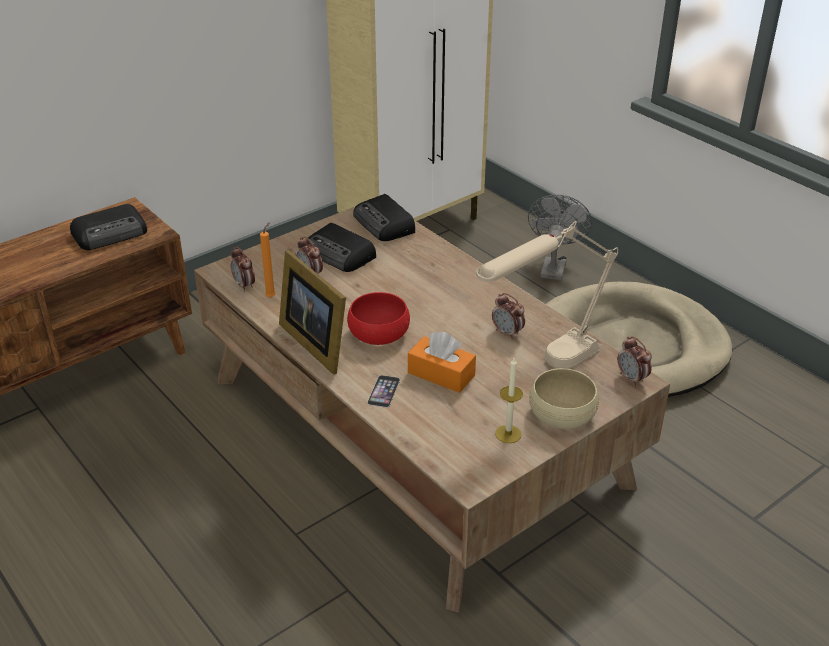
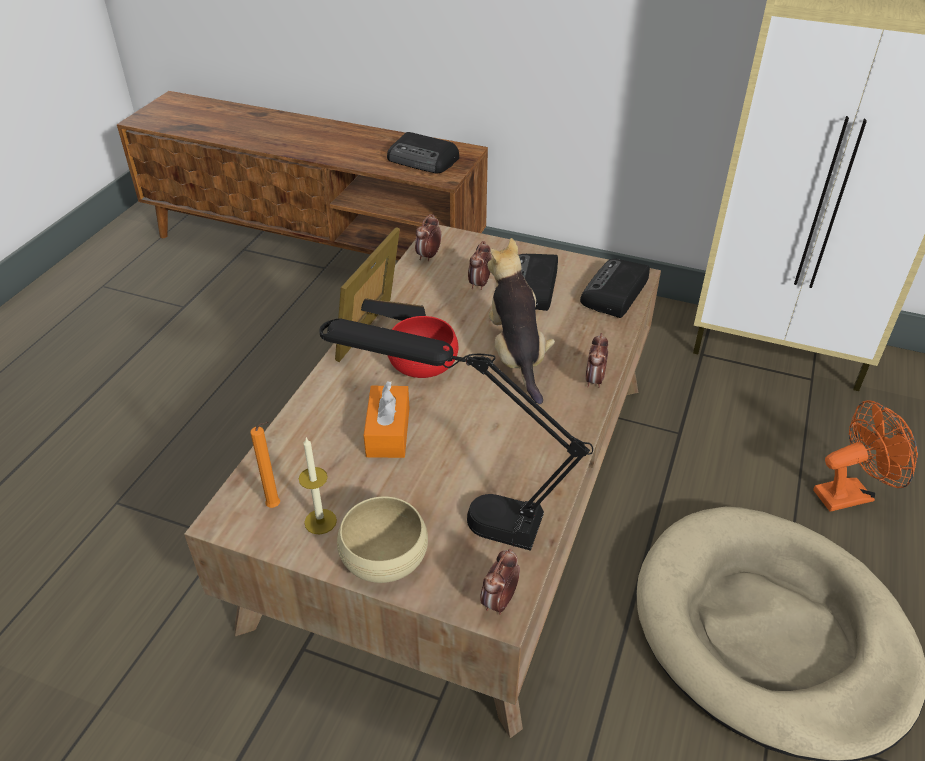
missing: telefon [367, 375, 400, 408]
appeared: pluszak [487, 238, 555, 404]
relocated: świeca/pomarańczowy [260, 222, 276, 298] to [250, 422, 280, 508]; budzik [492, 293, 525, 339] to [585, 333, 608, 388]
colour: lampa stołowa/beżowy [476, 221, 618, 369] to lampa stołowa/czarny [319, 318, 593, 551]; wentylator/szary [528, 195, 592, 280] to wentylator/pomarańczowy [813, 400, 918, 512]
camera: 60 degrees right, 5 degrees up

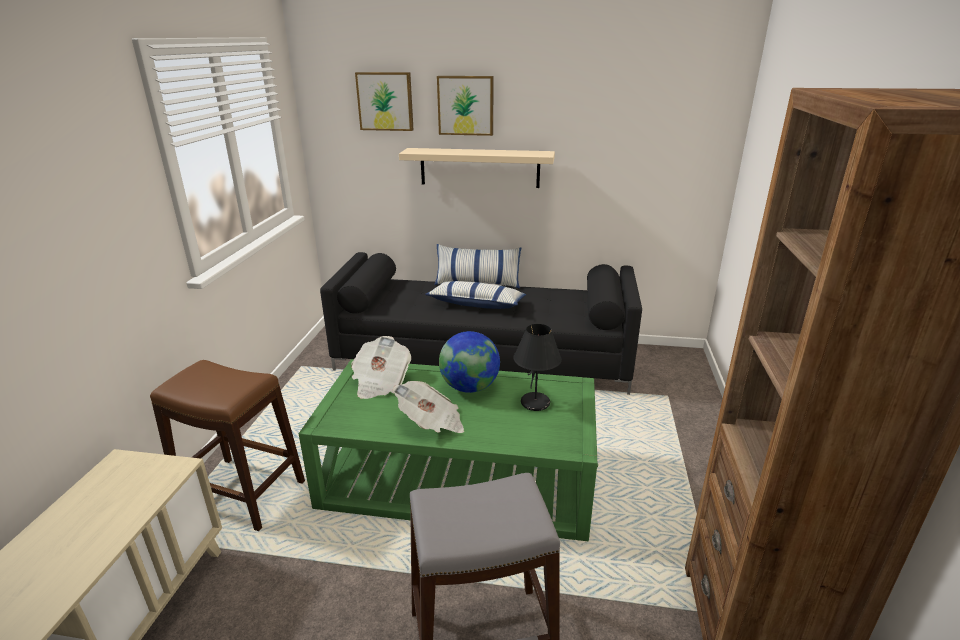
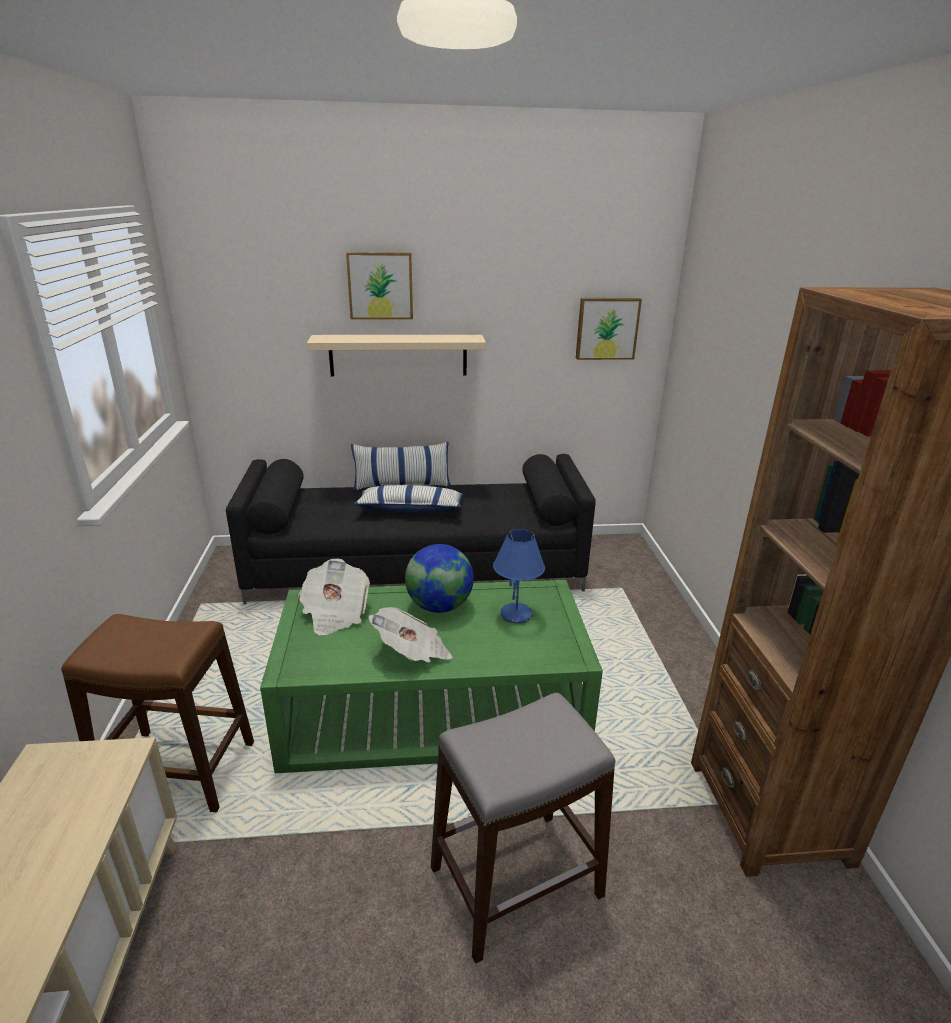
relocated: obraz [355, 72, 414, 131] to [576, 298, 642, 360]
colour: lampa stołowa/czarny [513, 324, 562, 411] to lampa stołowa/niebieski [493, 529, 545, 624]
camera: 15 degrees left, 0 degrees up

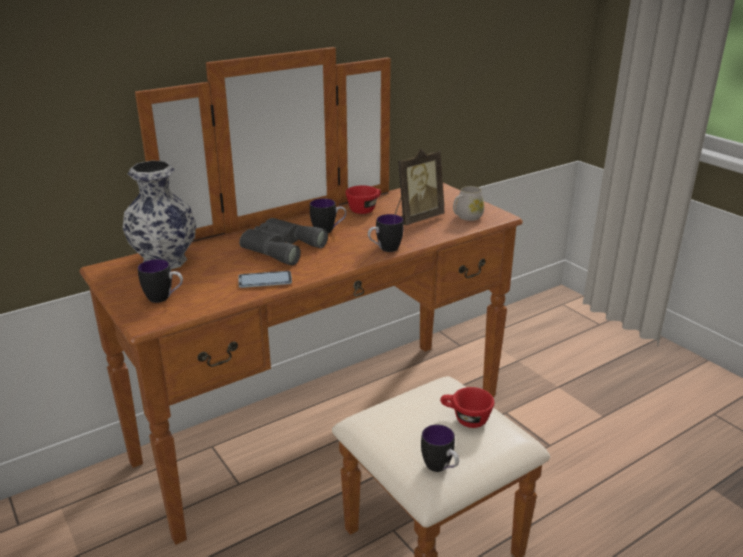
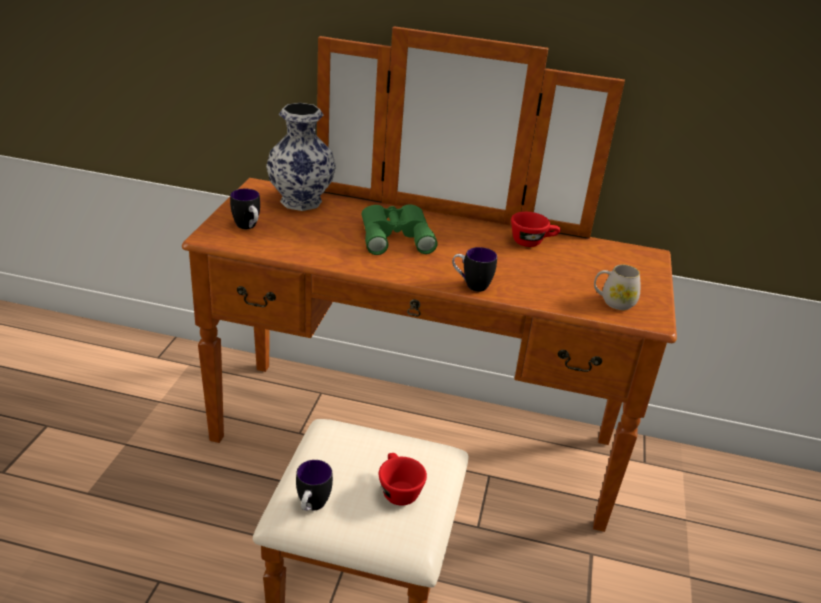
missing: telefon [239, 271, 292, 288]; kubek [310, 198, 346, 233]; ramka na zdjęcie [395, 148, 444, 225]
colour: lornetka/szary [239, 218, 328, 266] to lornetka/zielony [362, 204, 438, 255]
camera: 45 degrees right, 5 degrees up

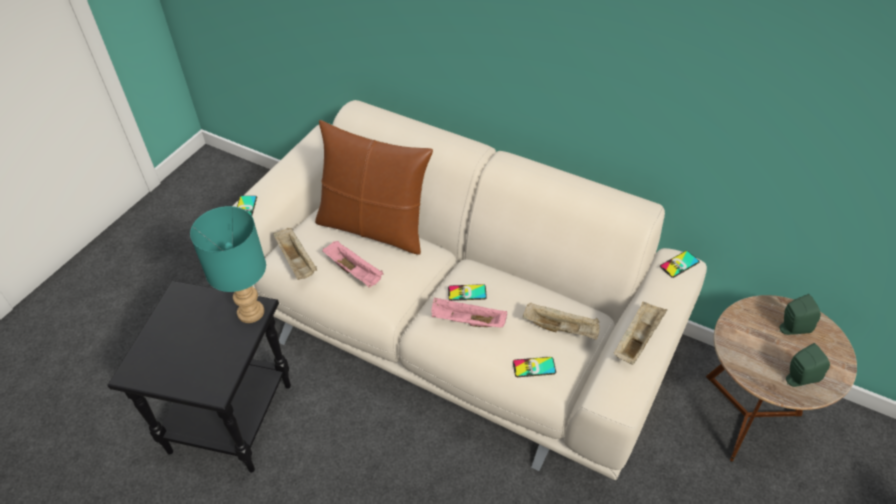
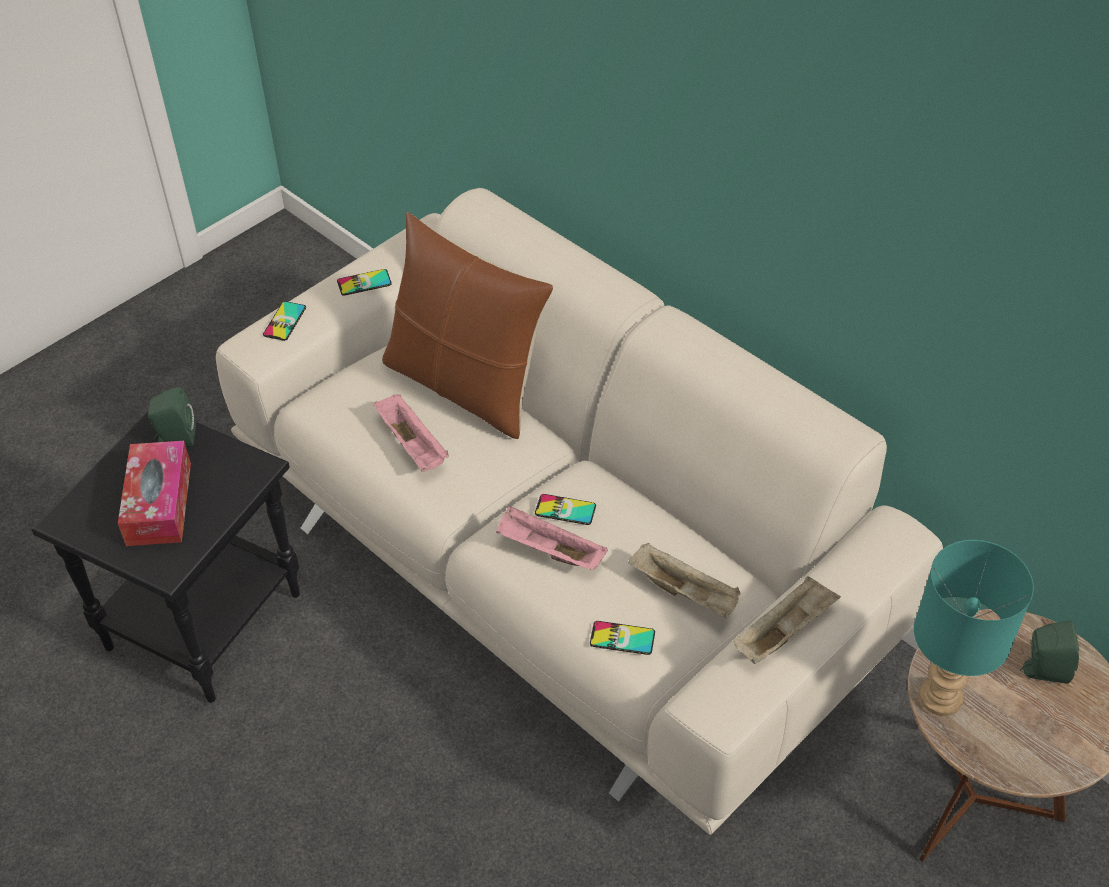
missing: taca/beżowy [273, 228, 317, 280]
appeared: pudełko chusteczek [118, 441, 191, 546]
relocated: lampa stołowa/turkusowy [190, 206, 266, 323] to [914, 540, 1034, 716]; telefon [660, 251, 700, 278] to [337, 269, 392, 296]; głośnik/zielony [786, 343, 830, 387] to [148, 387, 196, 446]
camera: 15 degrees right, 0 degrees up

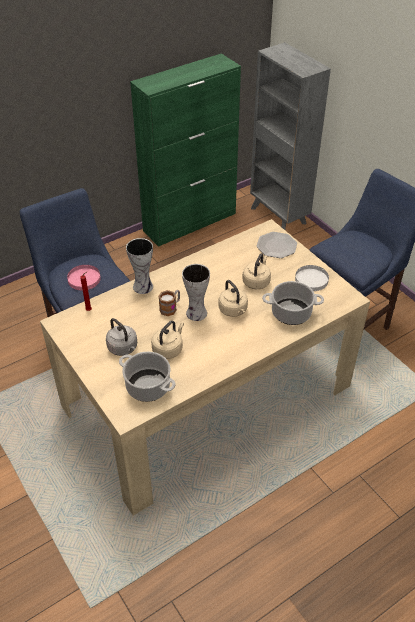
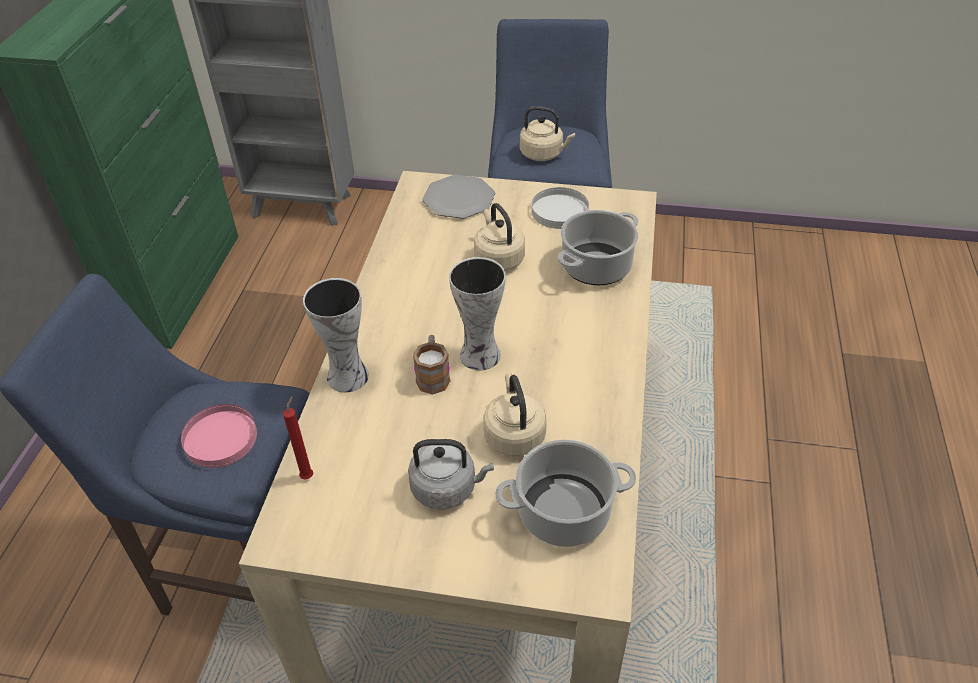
relocated: czajnik/beżowy [218, 280, 248, 317] to [520, 106, 575, 161]
camera: 45 degrees left, 0 degrees up

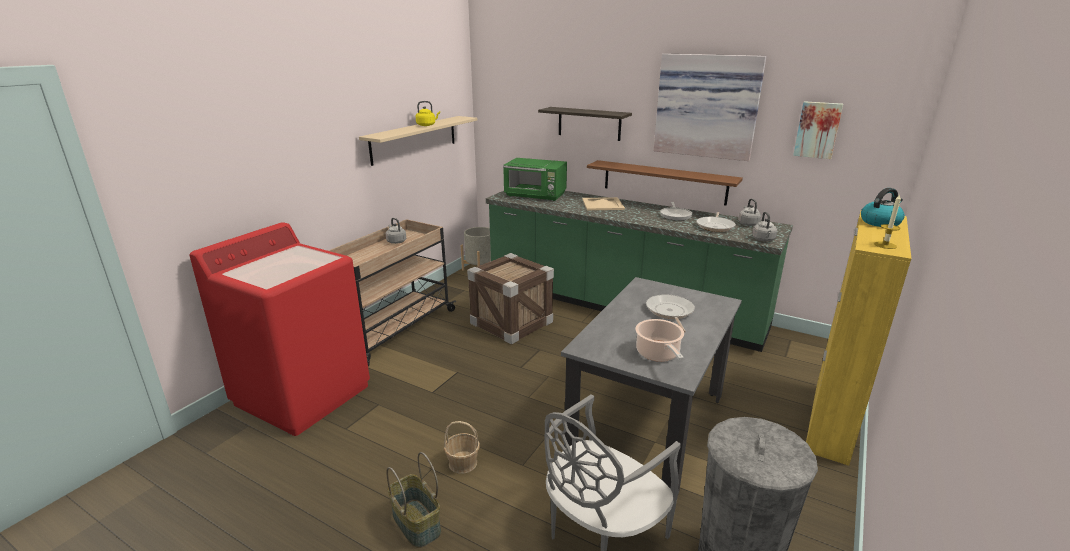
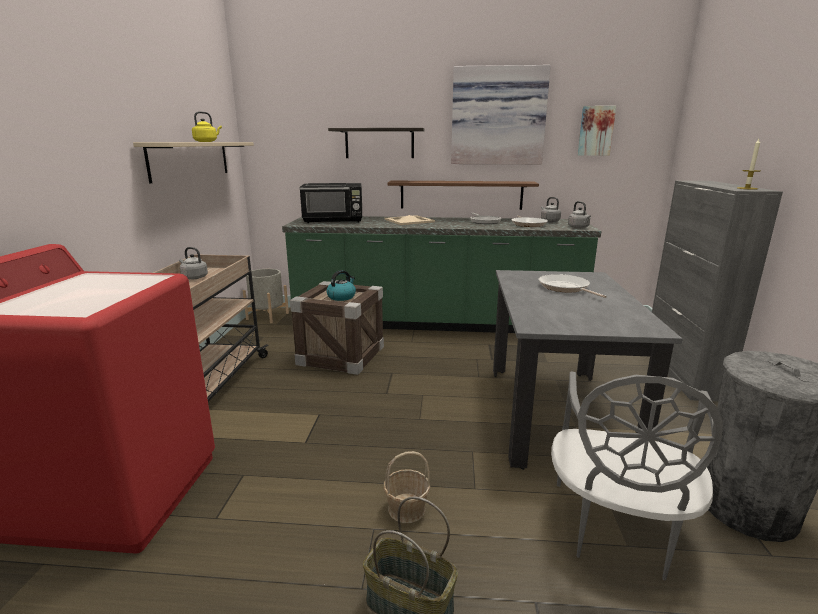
missing: garnek [635, 319, 684, 362]
relocated: czajnik [861, 188, 905, 227] to [326, 270, 356, 301]
colour: mikrofalówka/zielony [503, 158, 567, 201] to mikrofalówka/czarny [299, 183, 362, 223]; szafka/żółty [806, 211, 911, 466] to szafka/szary [652, 181, 783, 401]
camera: 25 degrees left, 5 degrees down

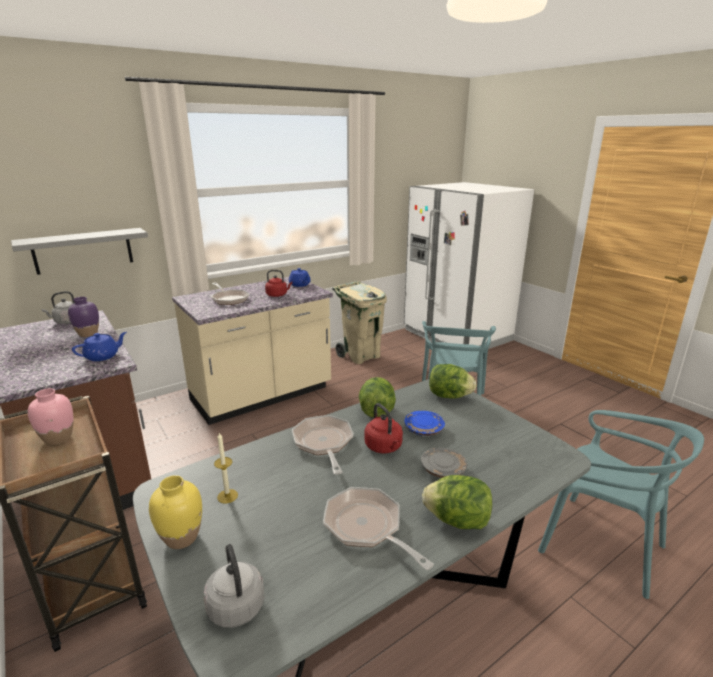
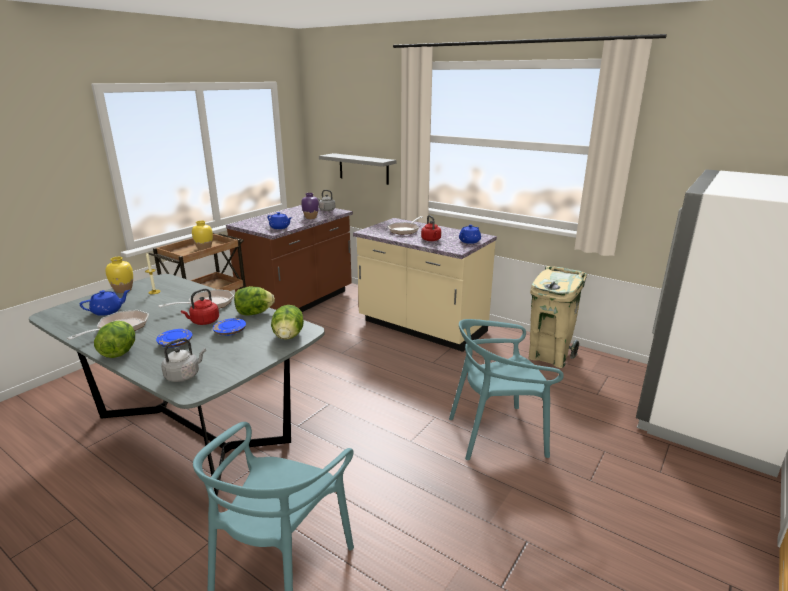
appeared: imbryk/niebieski [80, 290, 130, 316]
relocated: czajnik/szary [204, 544, 264, 628] to [161, 338, 206, 382]
colour: wazon/różowy [28, 388, 74, 445] to wazon/żółty [192, 221, 213, 250]; talerz/szary [421, 447, 467, 478] to talerz/niebieski [156, 329, 193, 348]
camera: 70 degrees right, 0 degrees up

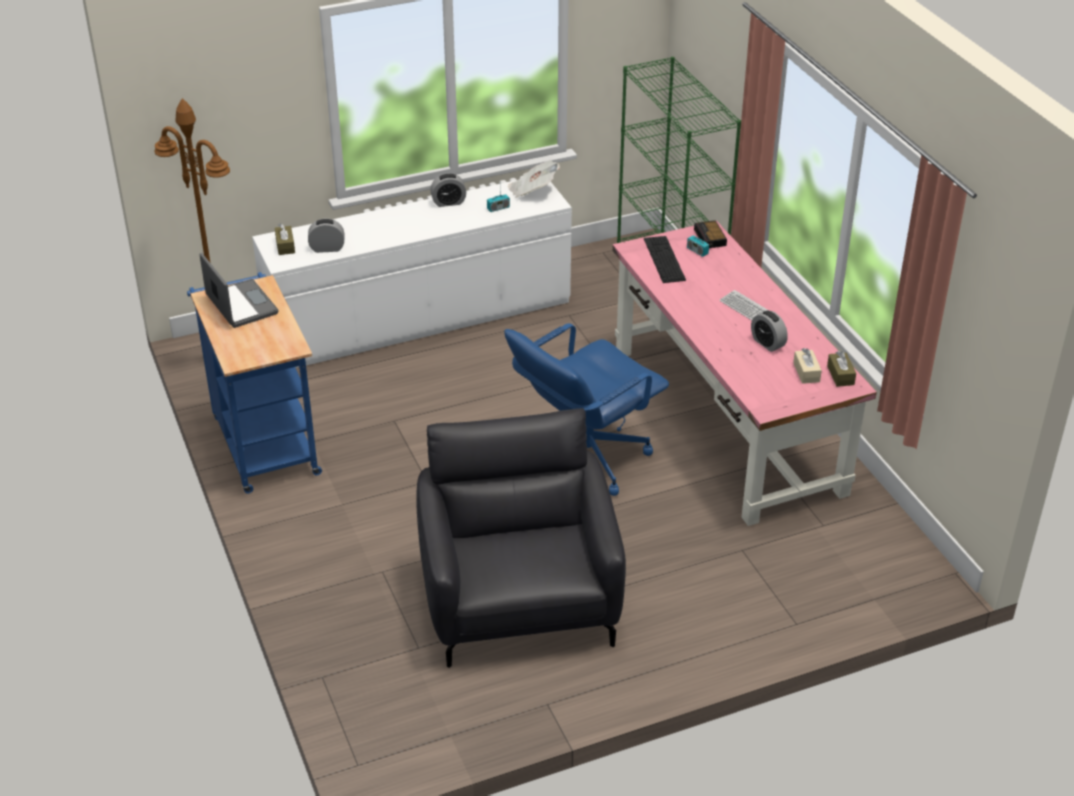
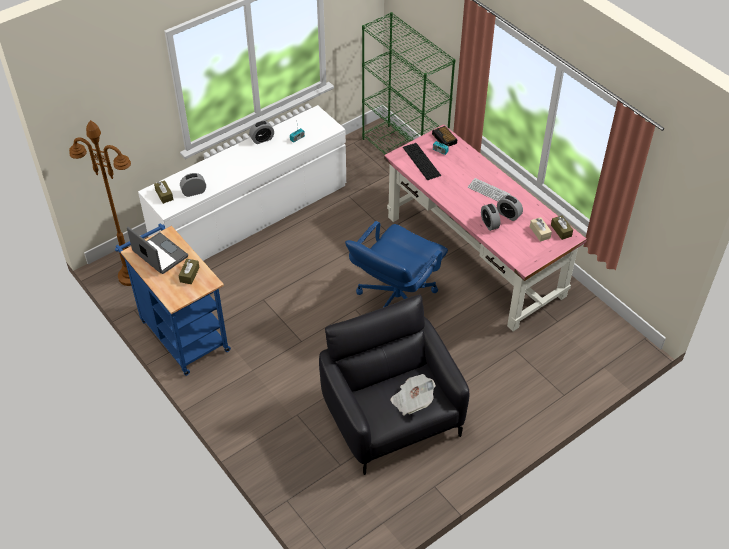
appeared: pudełko chusteczek/brązowy [178, 259, 200, 284]; budzik [481, 204, 500, 231]
relocated: gazeta [508, 160, 560, 198] to [391, 374, 436, 416]
camera: 15 degrees left, 10 degrees up

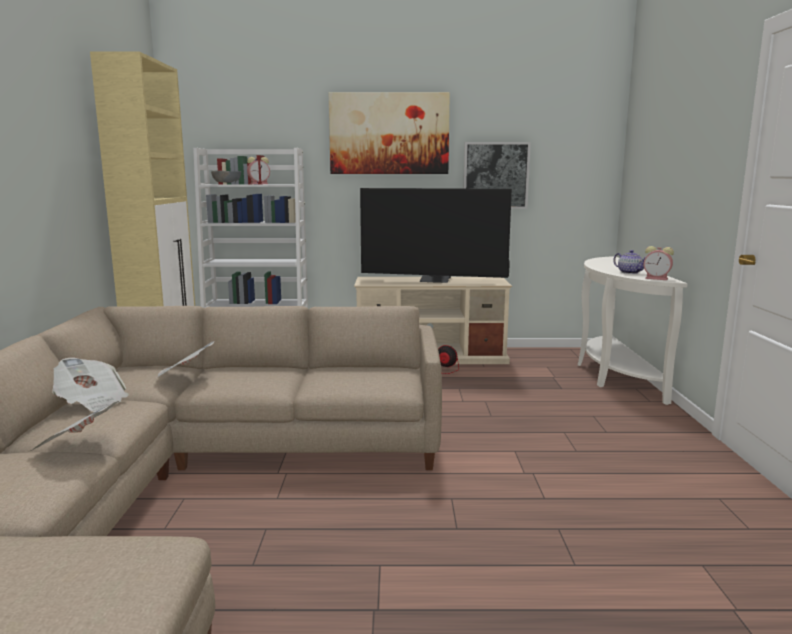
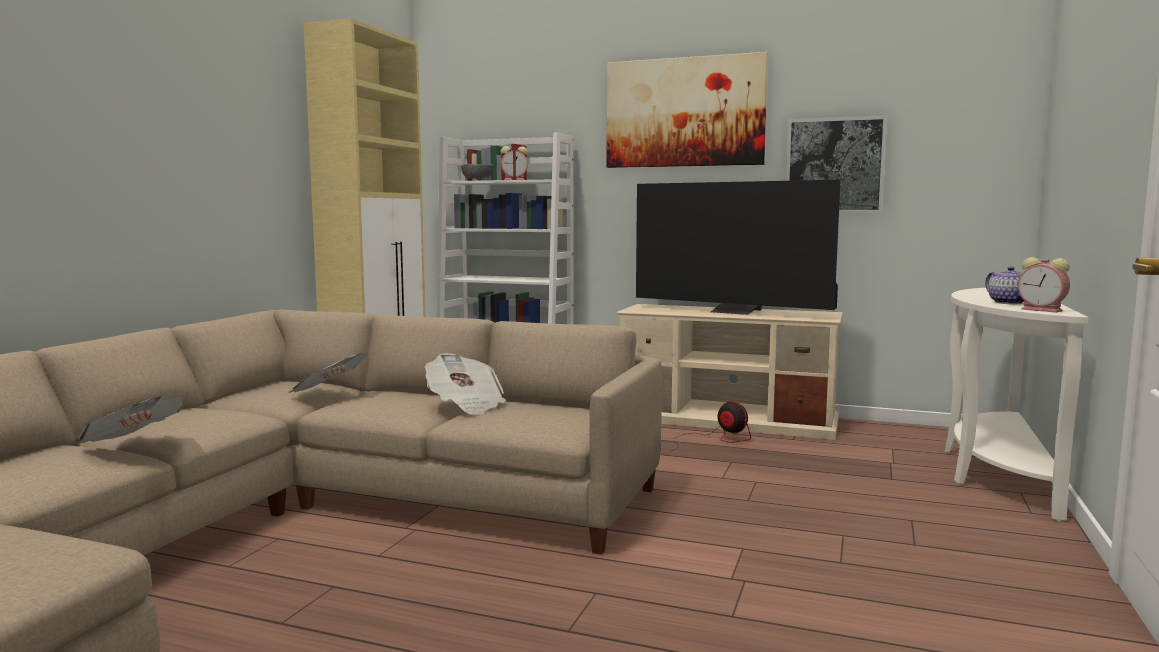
relocated: gazeta [52, 357, 129, 412] to [425, 353, 506, 415]
camera: 20 degrees right, 5 degrees down

